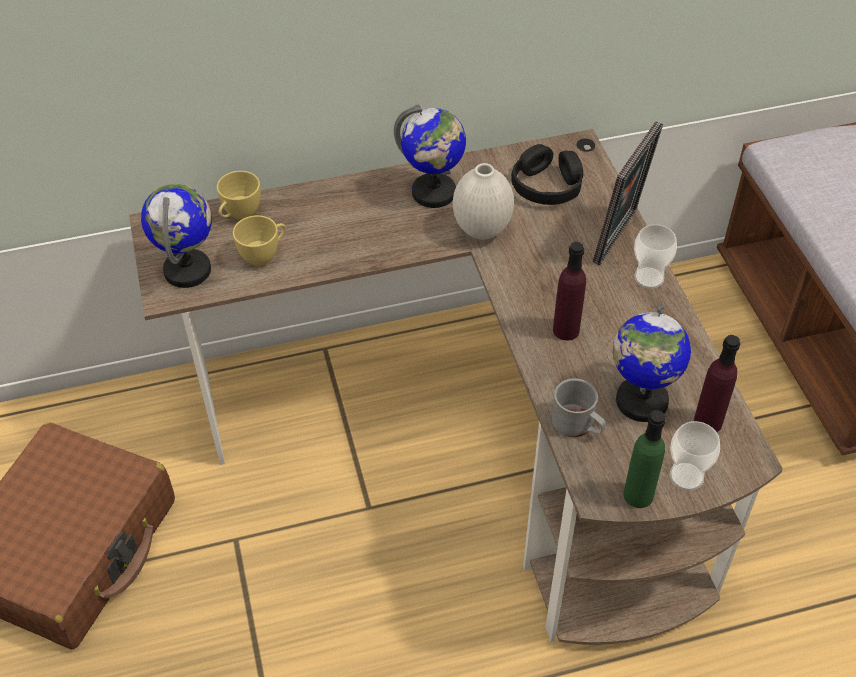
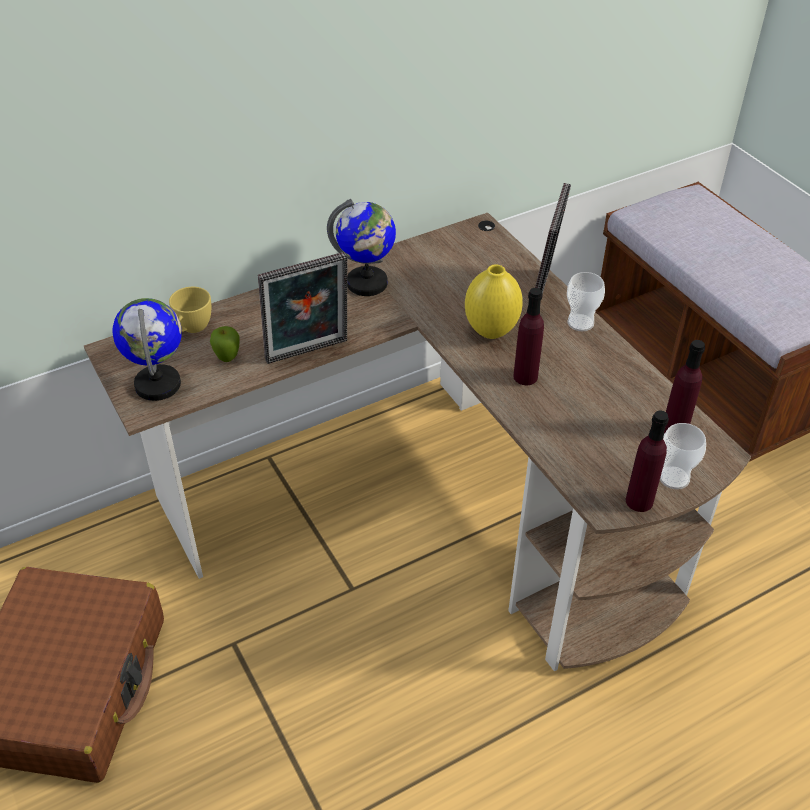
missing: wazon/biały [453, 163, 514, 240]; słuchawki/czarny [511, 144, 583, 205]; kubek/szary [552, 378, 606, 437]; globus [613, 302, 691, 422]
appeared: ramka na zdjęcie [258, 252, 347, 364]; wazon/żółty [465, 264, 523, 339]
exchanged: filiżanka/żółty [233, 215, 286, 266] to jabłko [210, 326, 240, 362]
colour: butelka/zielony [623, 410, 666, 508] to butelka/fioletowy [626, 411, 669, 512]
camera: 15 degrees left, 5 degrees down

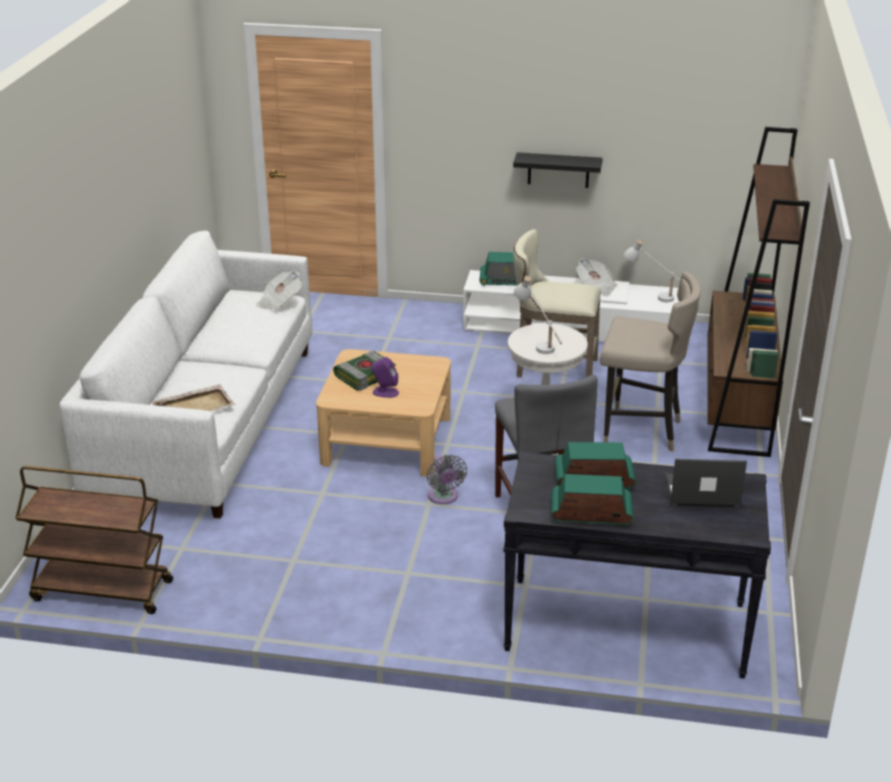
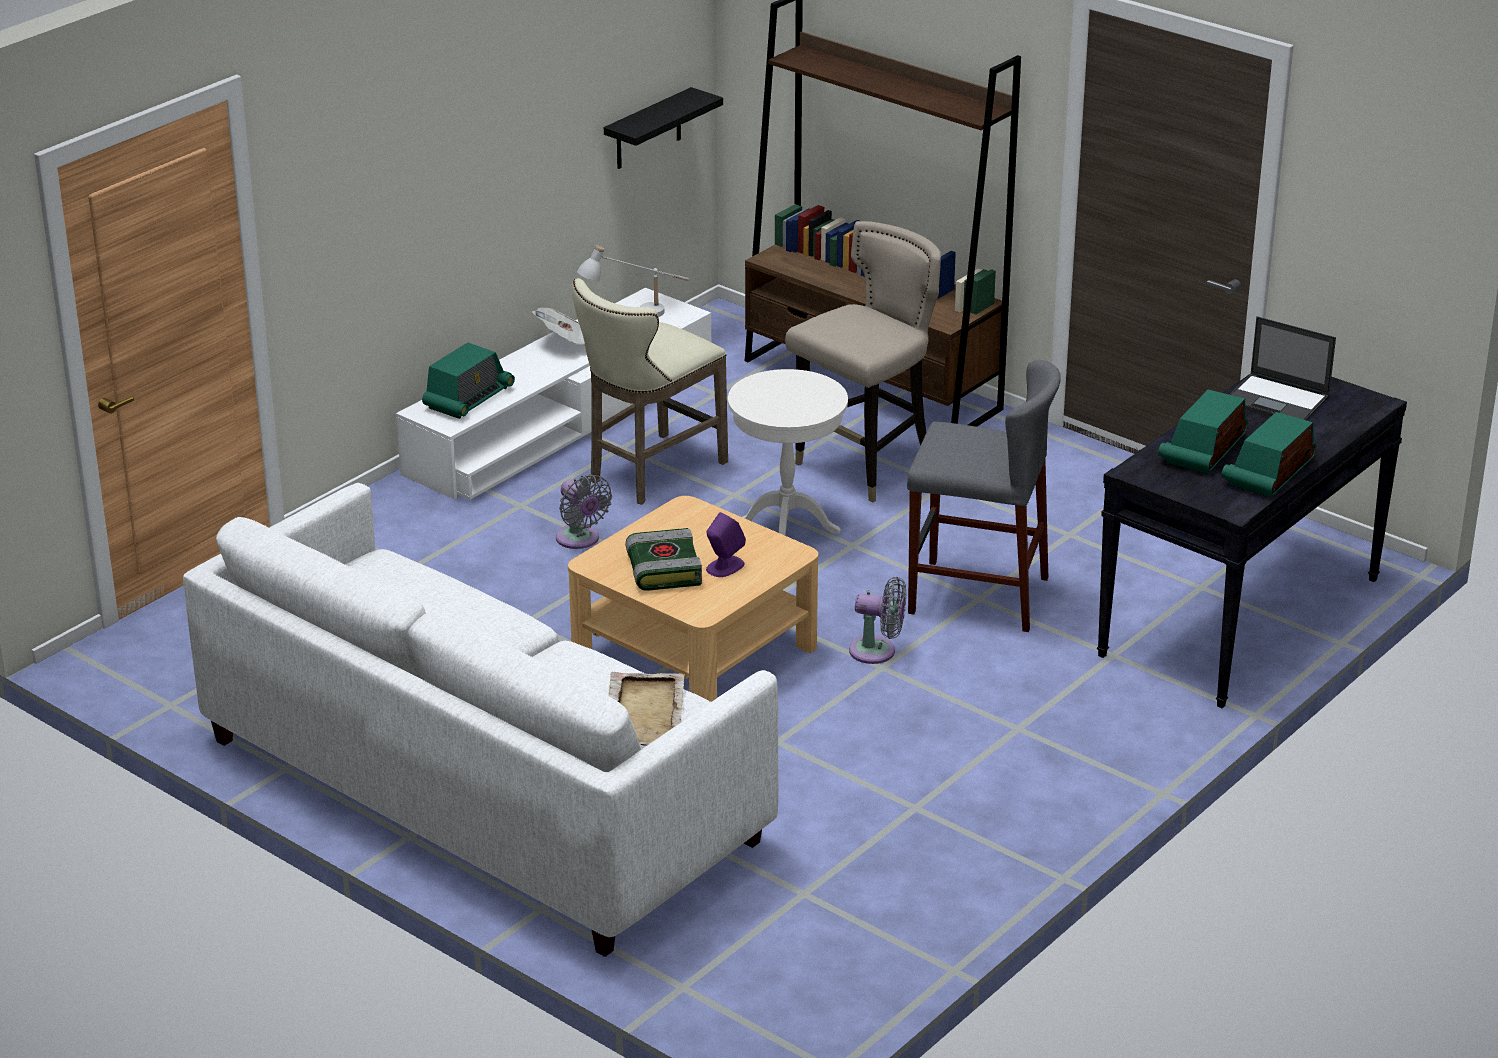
missing: wózek/brązowy [15, 466, 173, 614]; gazeta [256, 271, 302, 310]; lampa stołowa/biały [514, 276, 562, 354]
appeared: wentylator/szary [556, 474, 612, 549]
relocated: półka/czarny [513, 152, 602, 188] to [604, 87, 723, 169]
spun: laptop [665, 459, 747, 509] = [1229, 316, 1336, 421] 90 degrees counterclockwise
camera: 60 degrees left, 0 degrees up

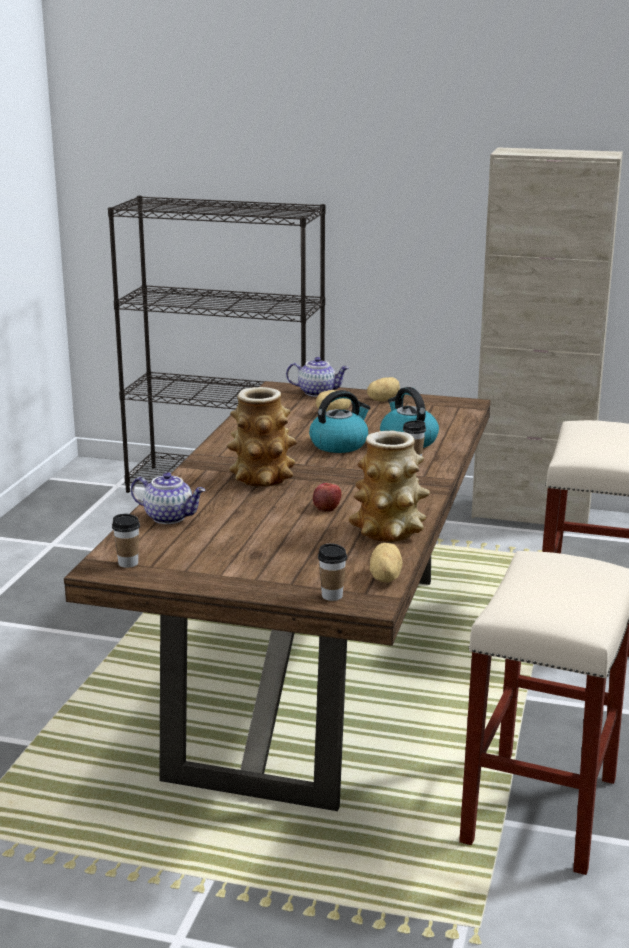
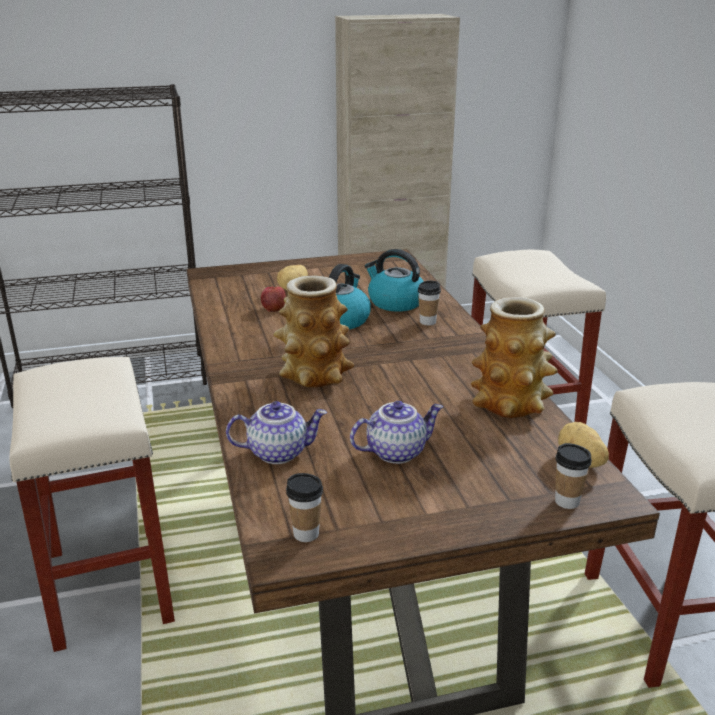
missing: ziemniak [367, 377, 400, 402]
appeared: stołek/beżowy [9, 357, 175, 652]
relocated: imbryk [286, 357, 349, 397] to [350, 401, 443, 464]; jabłko [313, 483, 341, 512] to [261, 287, 286, 312]
camera: 30 degrees left, 5 degrees up

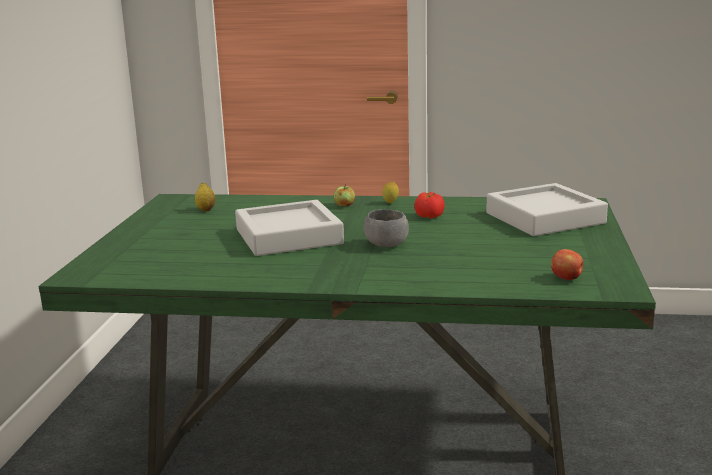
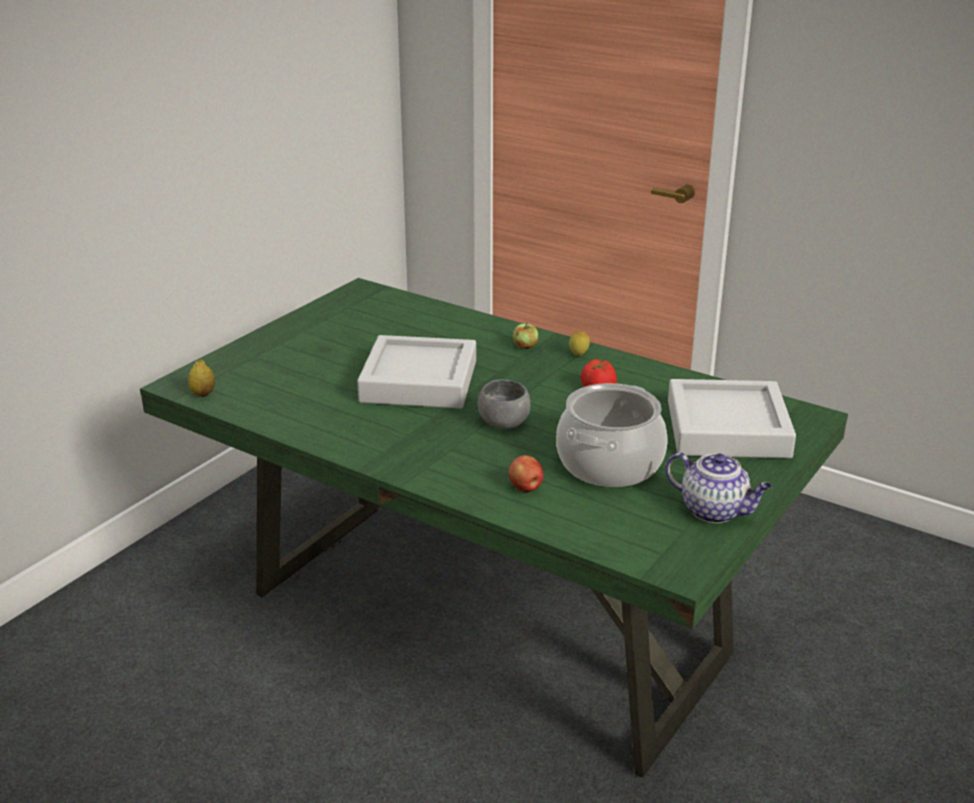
appeared: garnek [556, 383, 668, 487]; imbryk [665, 452, 772, 523]
relocated: cytryna [195, 183, 215, 211] to [188, 360, 215, 397]; jabłko [551, 249, 583, 280] to [509, 455, 543, 492]
camera: 25 degrees right, 10 degrees up

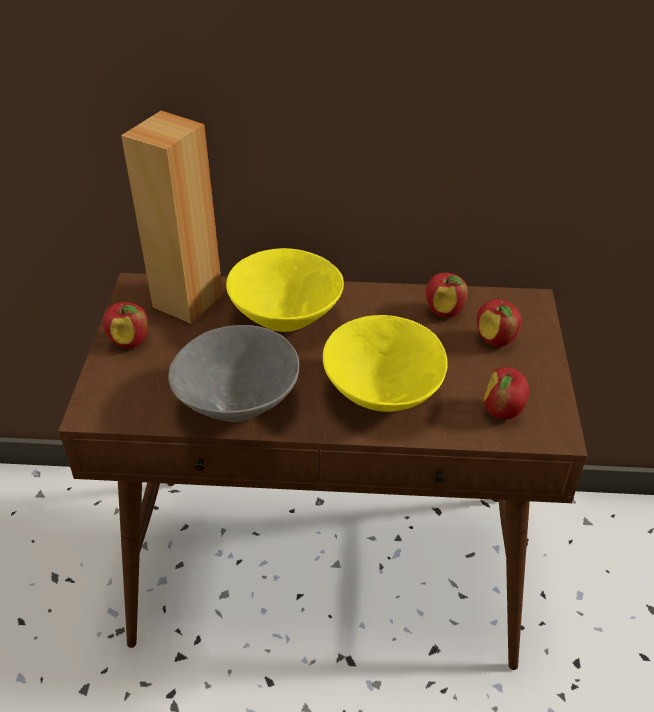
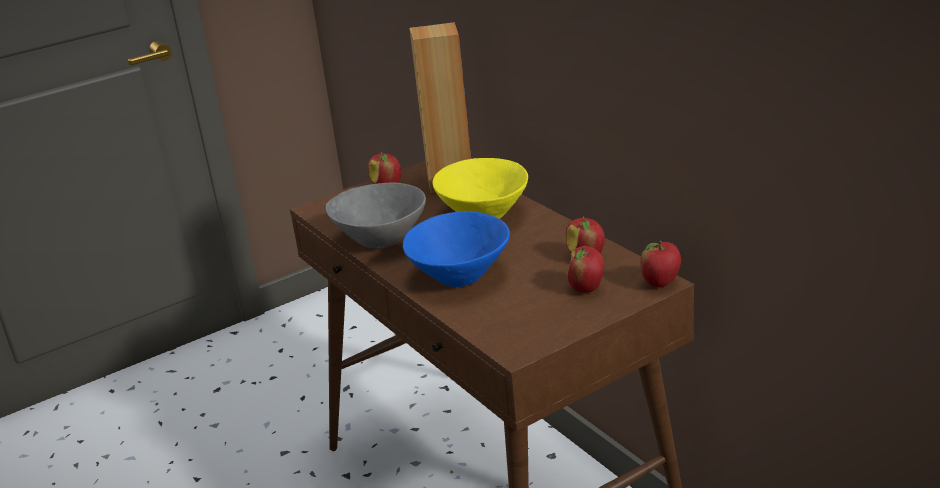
relocated: jabłko [484, 367, 529, 420] to [640, 241, 681, 287]
colour: miska/żółty [323, 315, 448, 412] to miska/niebieski [403, 211, 510, 287]
camera: 55 degrees right, 15 degrees down

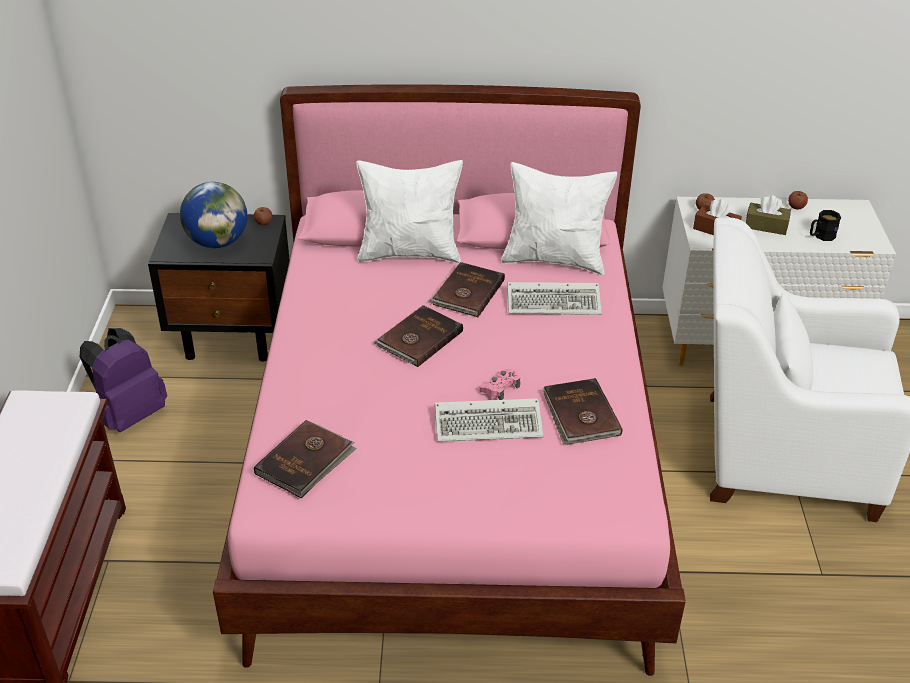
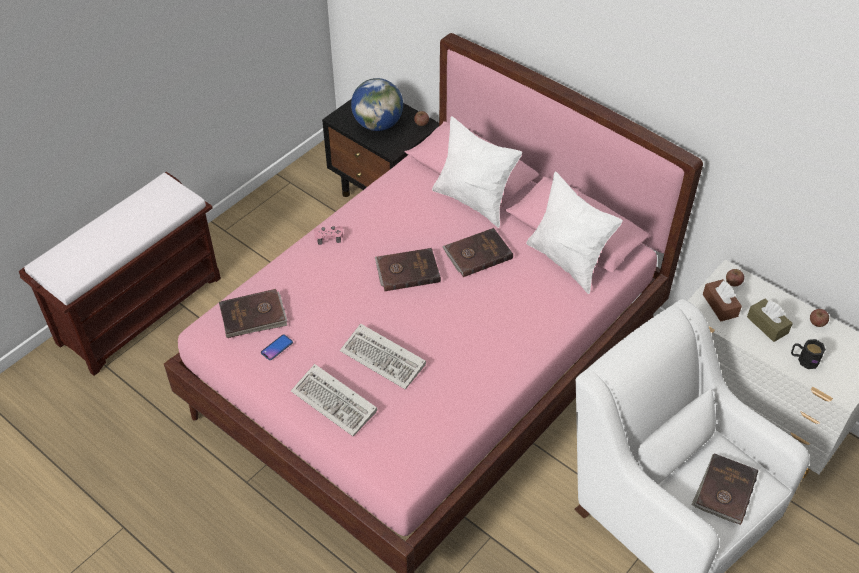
missing: plecak/fioletowy [80, 328, 167, 432]
appeared: telefon [261, 334, 293, 360]
relocated: pad do gier/różowy [479, 369, 520, 400] to [314, 226, 343, 245]; klawiatura [507, 282, 602, 315] to [291, 364, 377, 436]; książka/brązowy [543, 378, 622, 445] to [691, 453, 758, 525]
camera: 40 degrees right, 10 degrees up

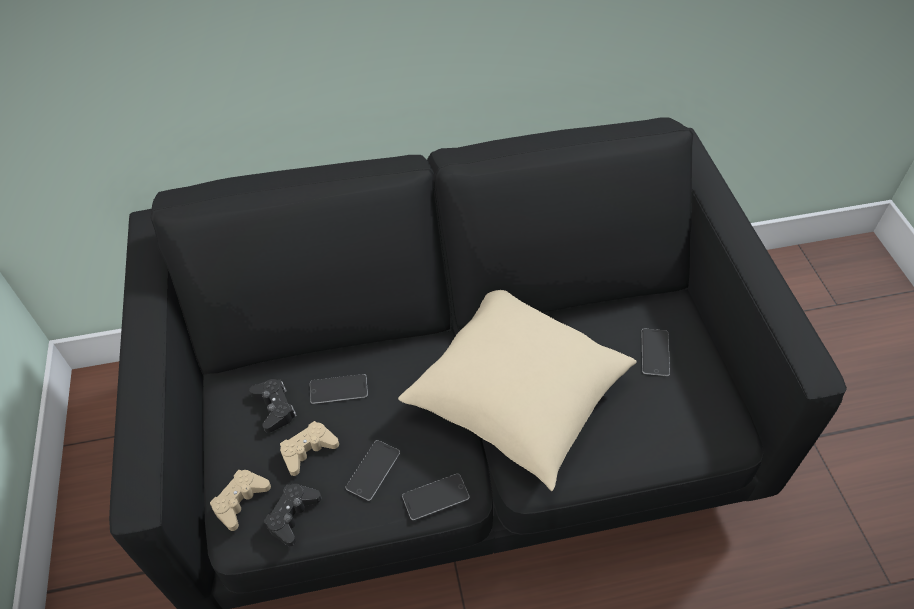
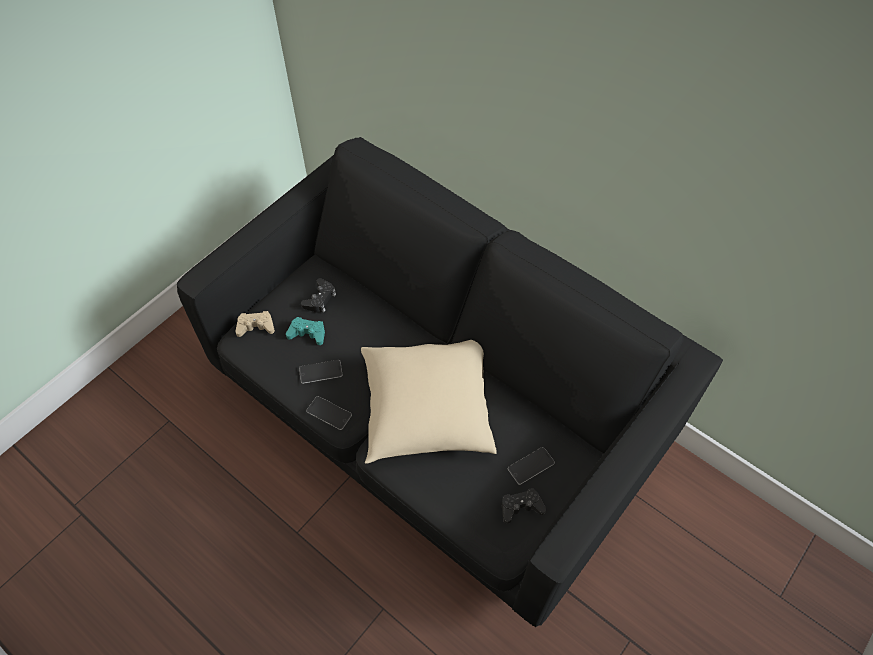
missing: telefon [310, 374, 368, 404]
relocated: pad do gier/czarny [264, 484, 321, 546] to [502, 488, 546, 524]
colour: pad do gier/beżowy [280, 421, 339, 476] to pad do gier/turkusowy [286, 317, 325, 345]
camera: 50 degrees right, 5 degrees up

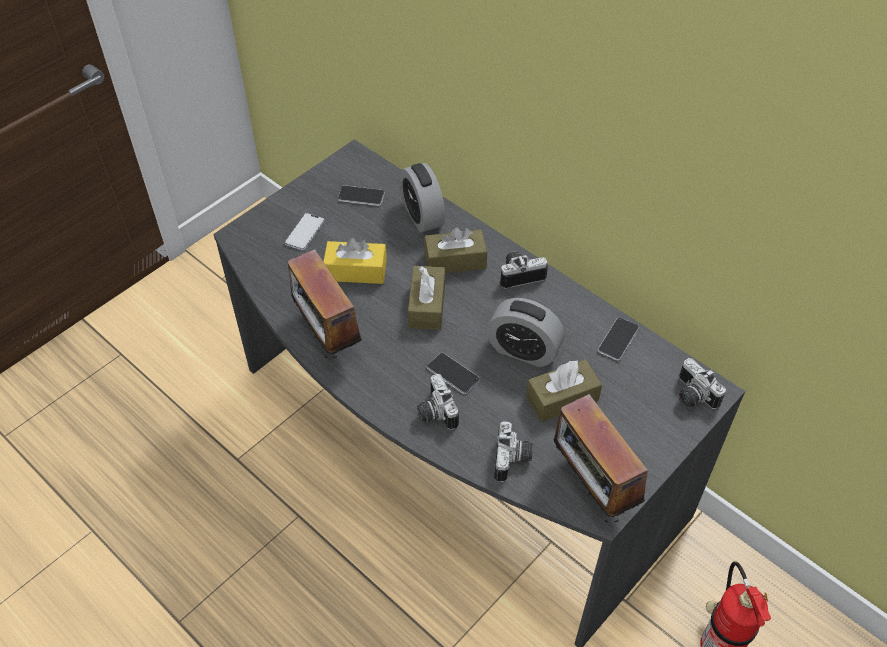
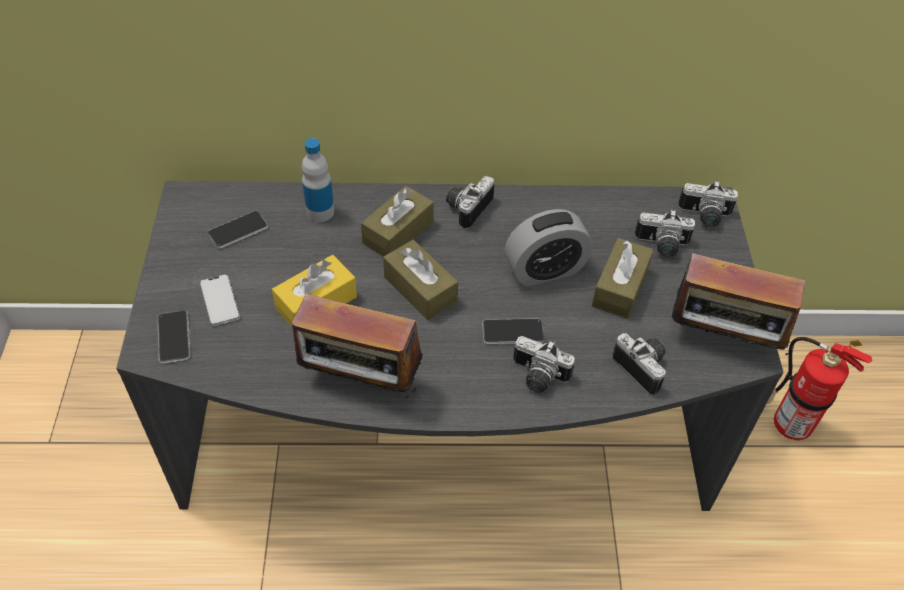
appeared: aparat fotograficzny [635, 210, 695, 258]
relocated: telefon [598, 317, 639, 361] to [157, 310, 190, 364]
exchanged: budzik [399, 163, 445, 233] to butelka [302, 138, 334, 222]
camera: 45 degrees left, 0 degrees up

